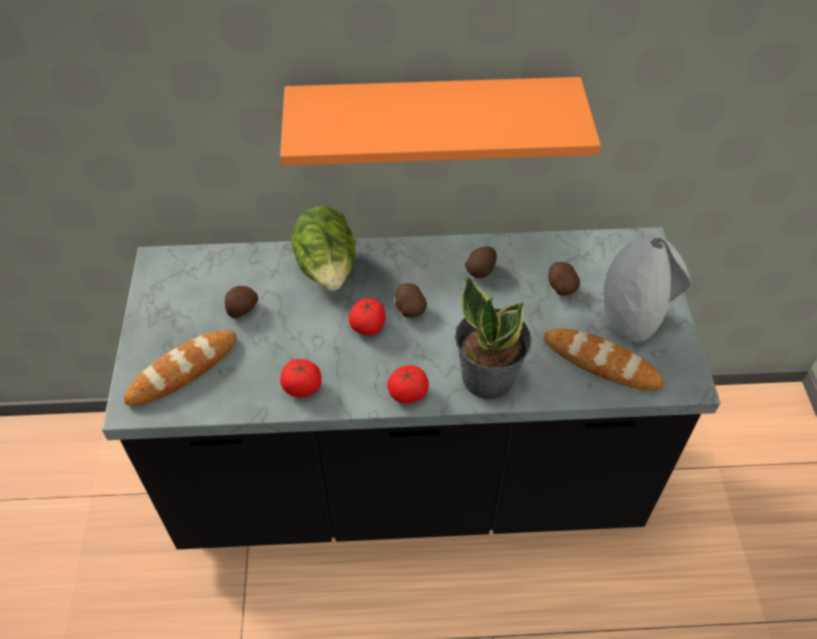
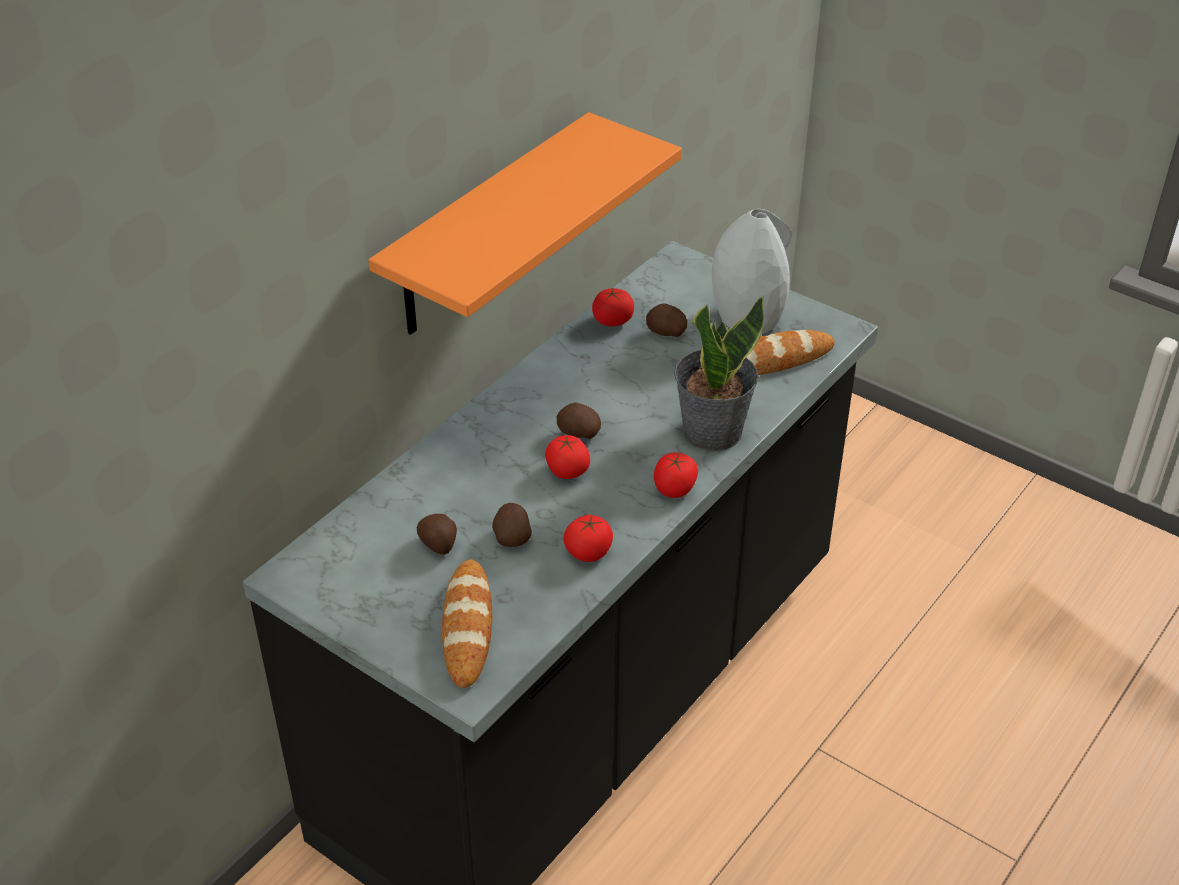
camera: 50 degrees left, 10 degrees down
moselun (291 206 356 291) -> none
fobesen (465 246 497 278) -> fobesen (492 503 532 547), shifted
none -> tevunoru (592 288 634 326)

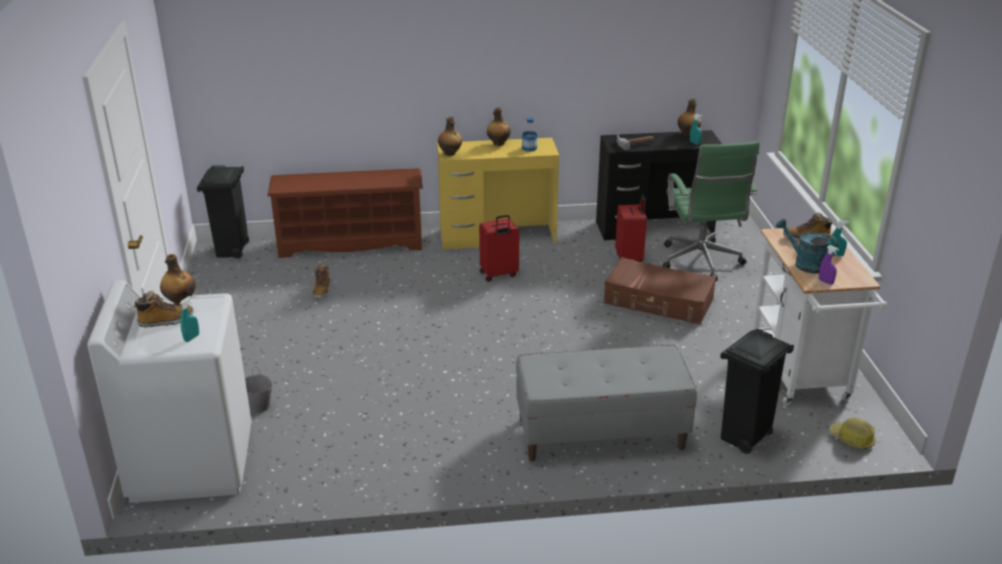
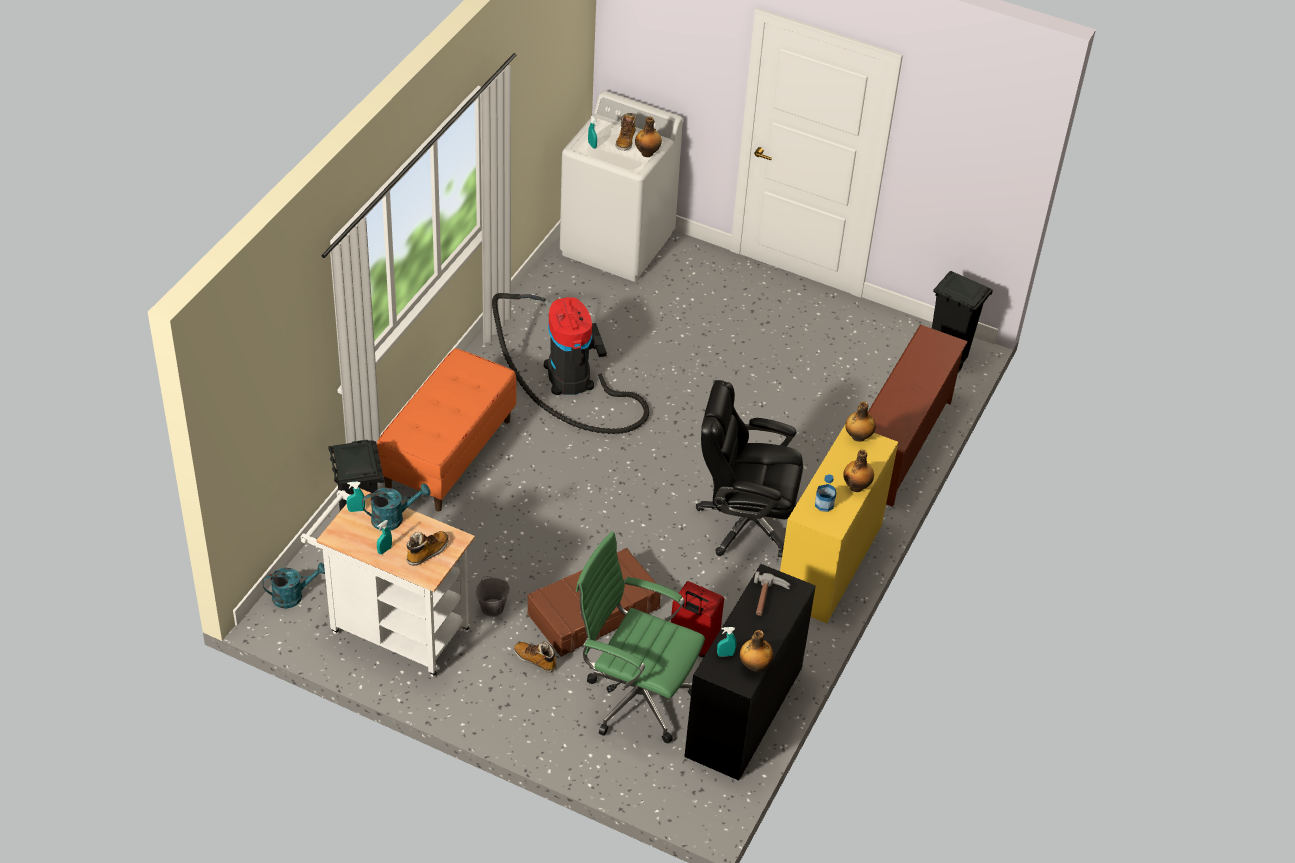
camera: 120 degrees right, 15 degrees up
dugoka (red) (479 215 519 282) -> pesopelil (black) (696 380 803 557)
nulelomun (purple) (819 245 839 285) -> nulelomun (turquoise) (346 482 365 512)
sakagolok (313 265 330 298) -> sakagolok (514 641 557 673), shifted
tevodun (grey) (516 345 697 461) -> tevodun (orange) (377 348 517 512)
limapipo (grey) (245 367 273 413) -> limapipo (grey) (475 576 510 617), shifted
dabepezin (829 418 876 449) -> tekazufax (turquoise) (262 563 325 609)
none -> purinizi (492 293 649 434)

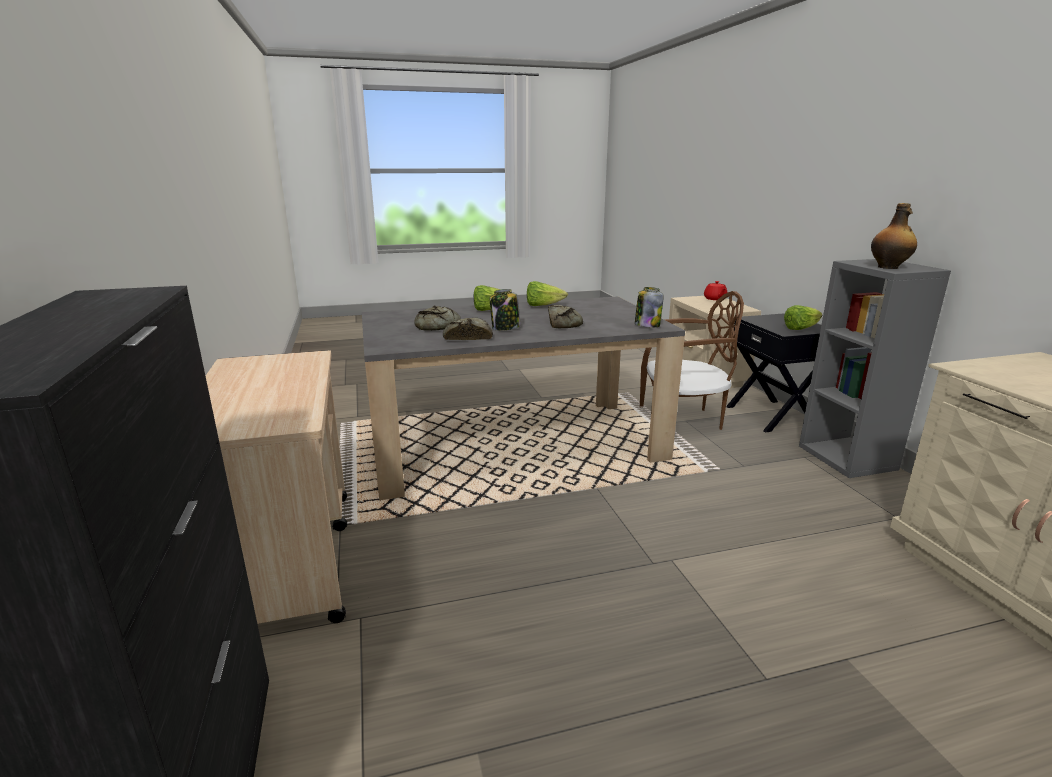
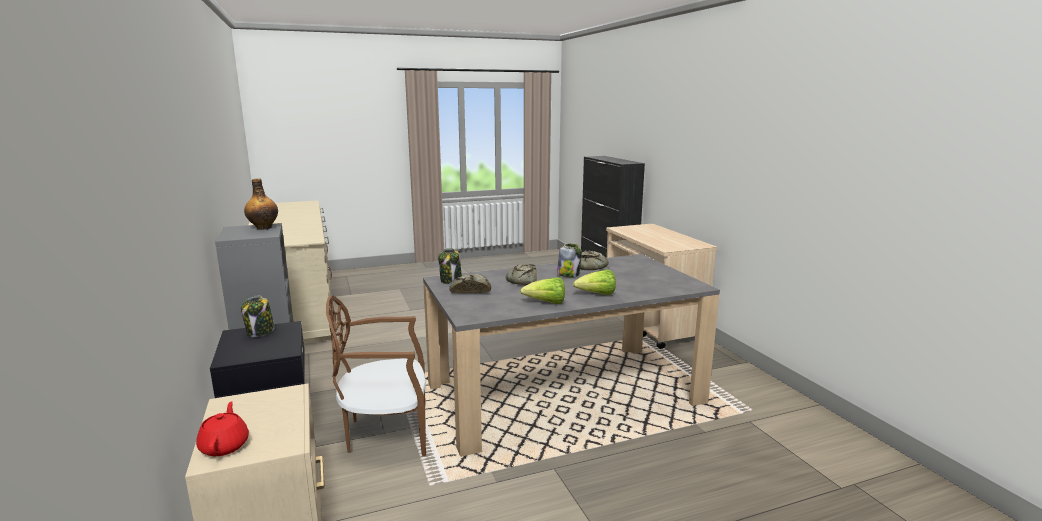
camera: 175 degrees right, 5 degrees down
moselun (784 305 822 330) -> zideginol (241 296 275 337)
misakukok (414 306 461 331) -> misakukok (449 274 491 293), shifted

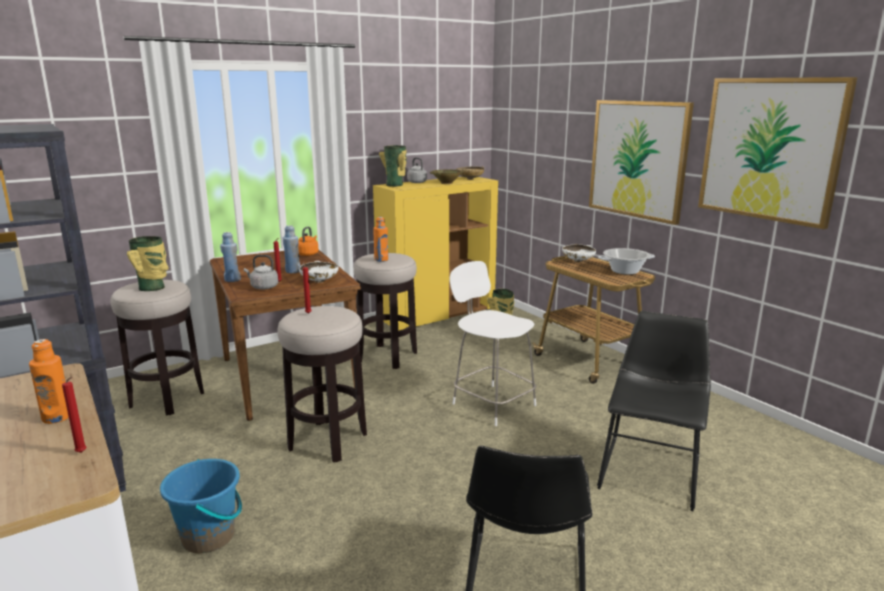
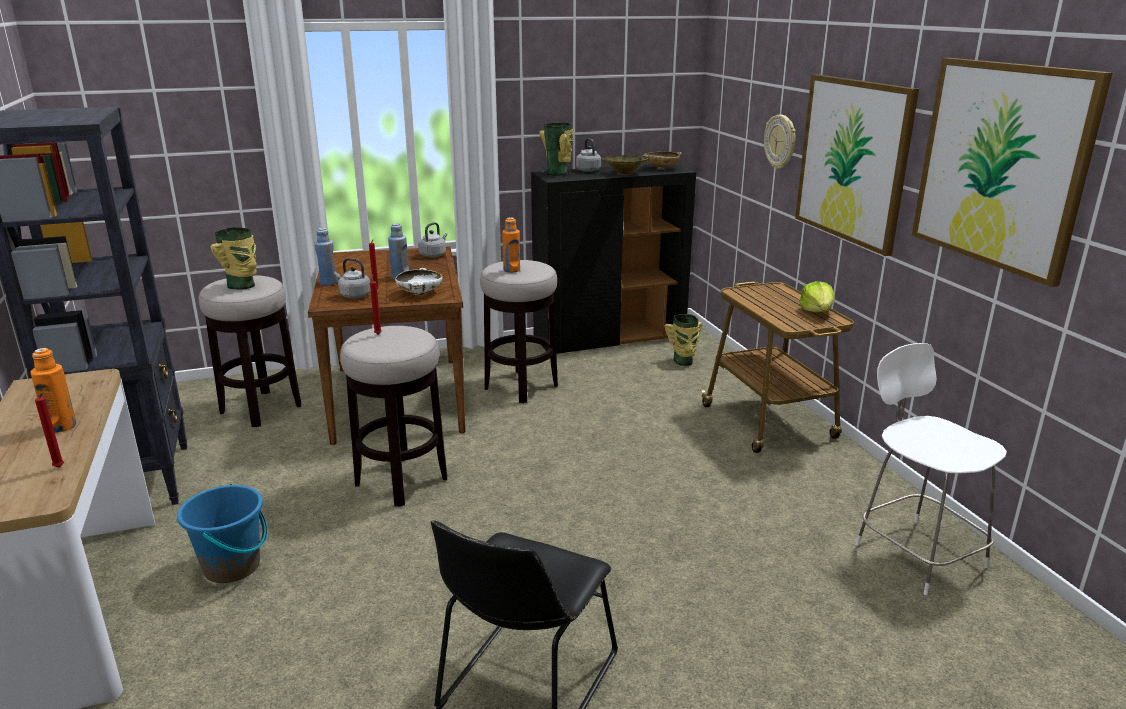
camera: 15 degrees right, 5 degrees up
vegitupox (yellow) (373 177 498 331) -> vegitupox (black) (531 164 696 354)
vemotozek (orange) (298 226 319 256) -> vemotozek (grey) (418 222 447 258)
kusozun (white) (562 244 596 262) -> none
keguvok (598 248 655 275) -> moselun (799 281 835 312)
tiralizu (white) (449 261 536 426) -> tiralizu (white) (855 343 1007 595), shifted
tiralizu (black) (597 311 711 511) -> none
none -> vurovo (764 115 796 169)

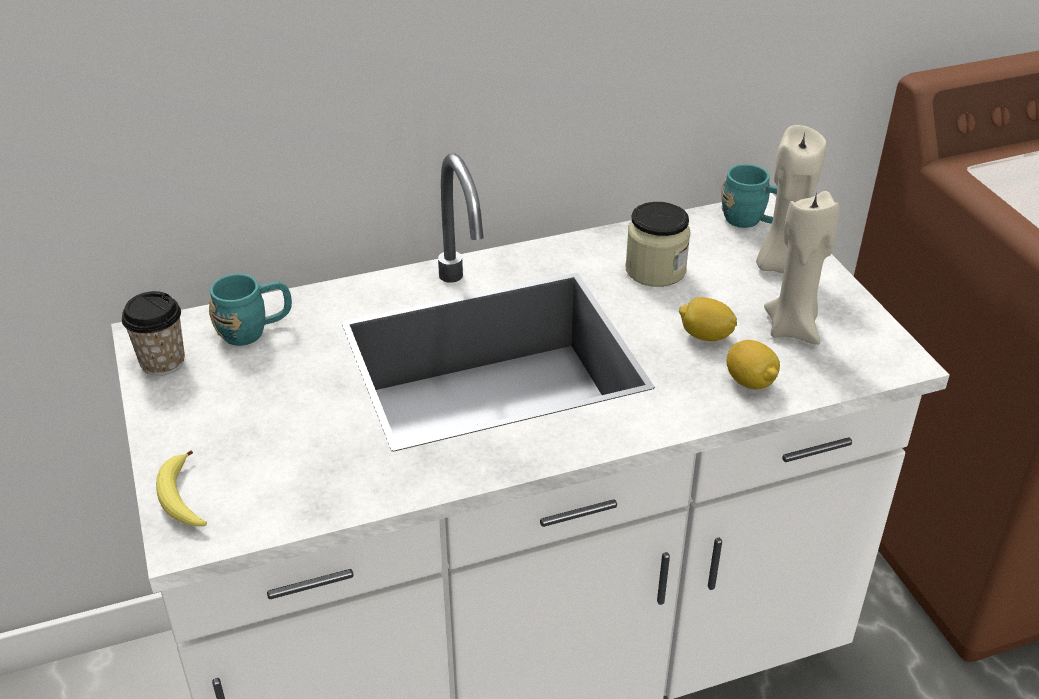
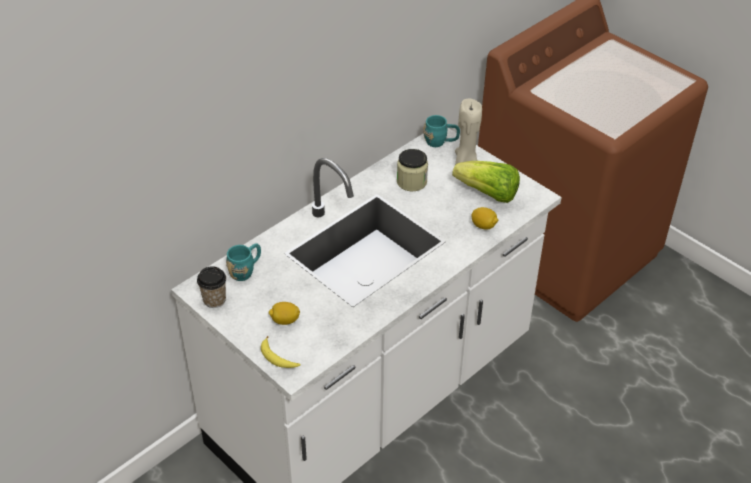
camera: 25 degrees left, 5 degrees up
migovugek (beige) (764 191 840 345) -> moselun (452 161 520 203)
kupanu (679 297 737 341) -> kupanu (269 302 300 325), shifted

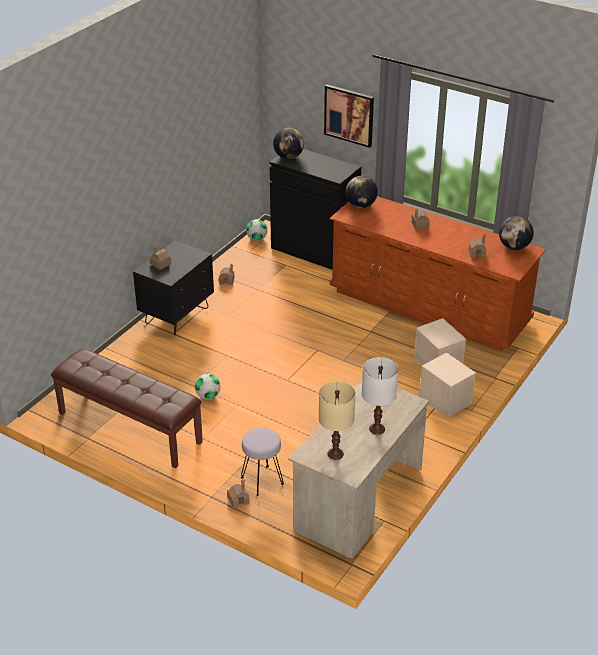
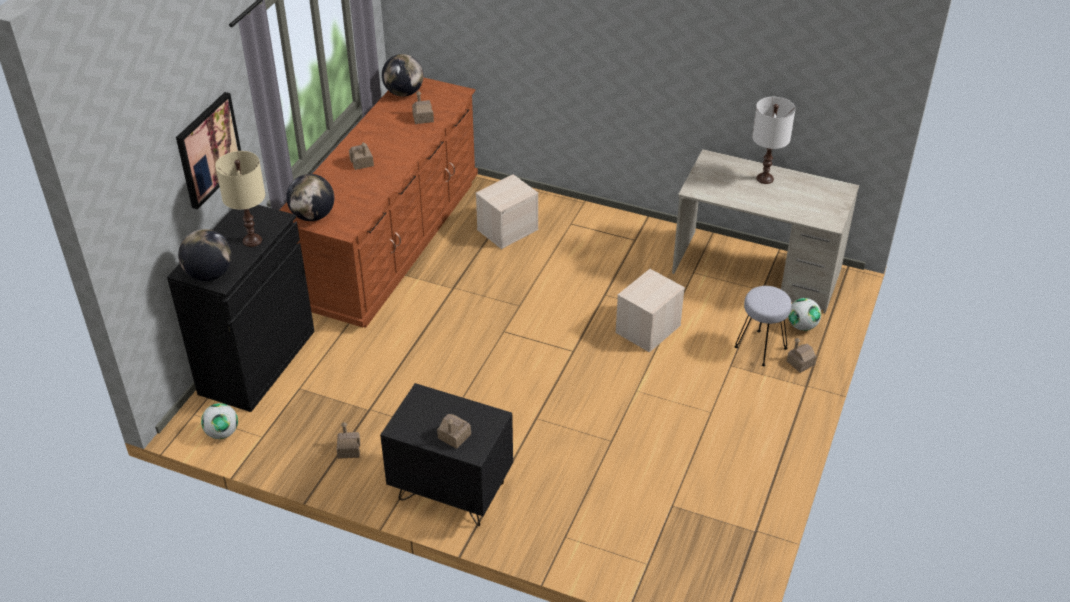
camera: 100 degrees left, 5 degrees up
tevodun (brown) (51 349 203 468) -> none
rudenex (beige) (419 352 476 418) -> rudenex (beige) (615 269 685 353), shifted
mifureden (195 374 221 399) -> mifureden (788 298 821 331), shifted
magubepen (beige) (319 381 356 460) -> magubepen (beige) (215 151 265 247), shifted

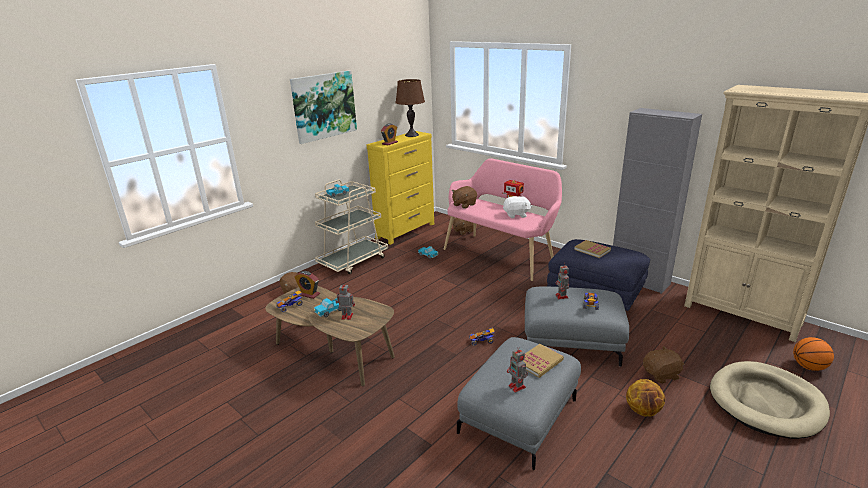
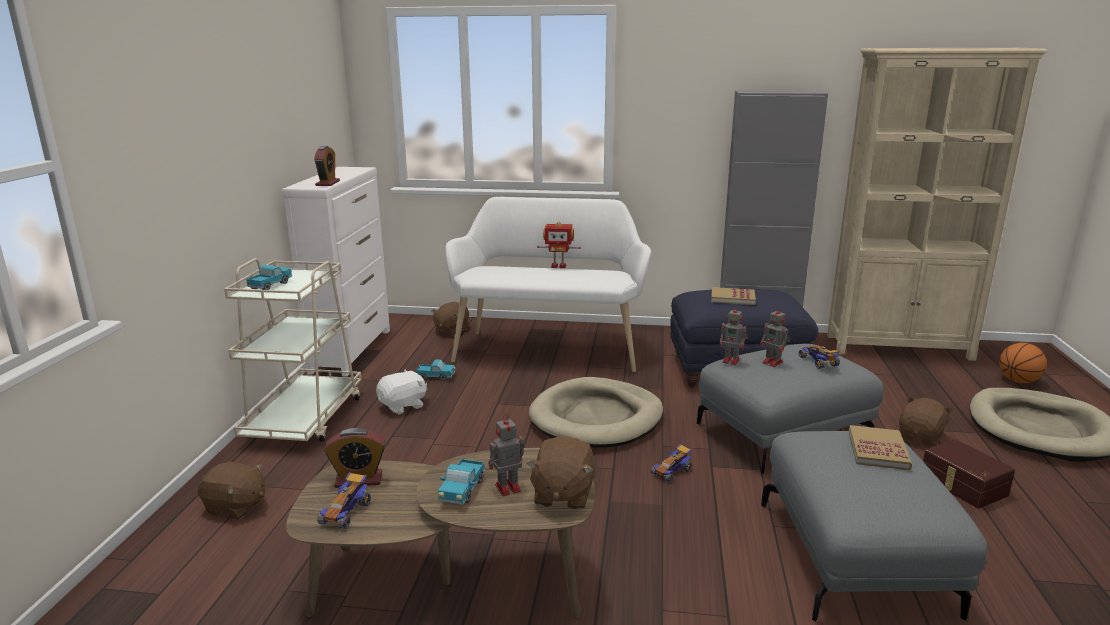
camera: 35 degrees left, 5 degrees down
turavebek (290 70 357 144) -> none
magubepen (brown) (395 79 425 137) -> none
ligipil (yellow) (367 131 434 245) -> ligipil (white) (282 167 390 377)
tevodun (pink) (444 159 562 281) -> tevodun (white) (445 197 651 372)
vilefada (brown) (452 186 477 209) -> vilefada (brown) (527 436 595 510), shifted
vilefada (white) (503 196 532 218) -> vilefada (white) (376 369 427 414), shifted
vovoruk (507 346 528 393) -> vovoruk (719 305 748 365), shifted
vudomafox (626 379 665 417) -> rudenex (brown) (923 439 1015 509)
none -> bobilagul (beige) (529 377 663 447)

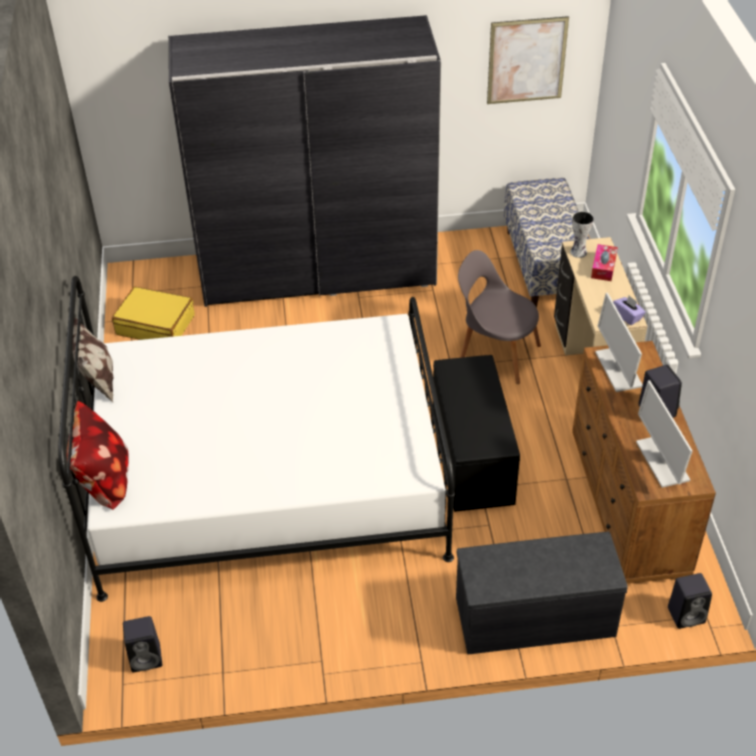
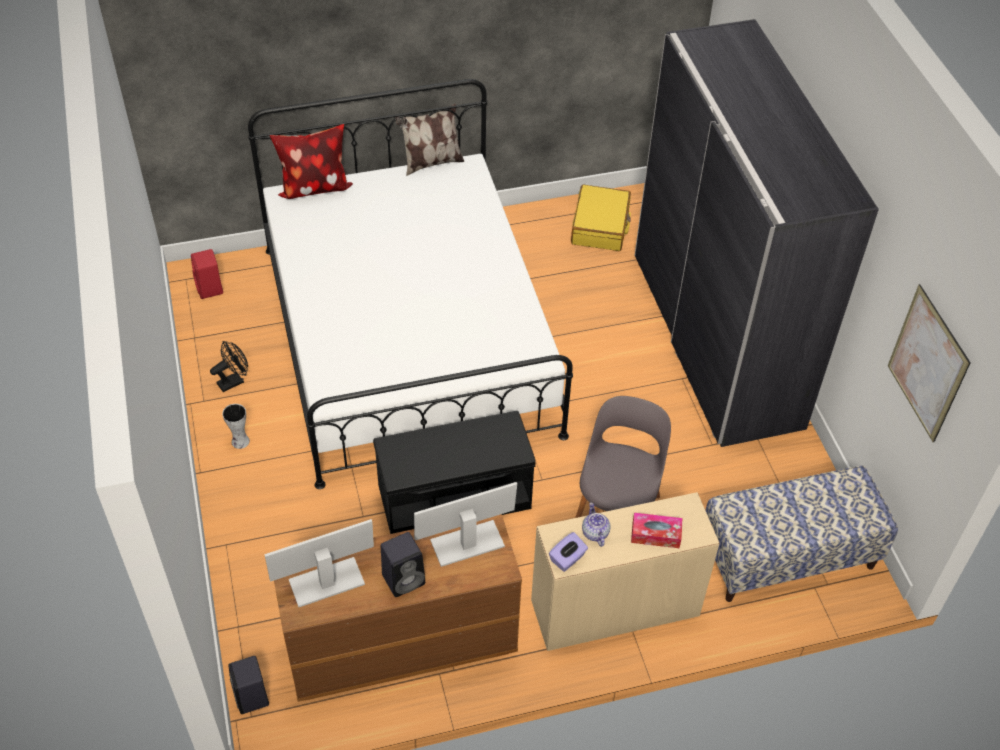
camera: 80 degrees right, 5 degrees up
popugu (570 211 594 258) -> popugu (222 404 250 449), shifted
tevodun (grey) (456 532 628 655) -> none
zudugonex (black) (123 616 162 672) -> zudugonex (red) (191 249 223 299)
none -> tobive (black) (210 341 248 392)
none -> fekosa (582 503 611 547)

